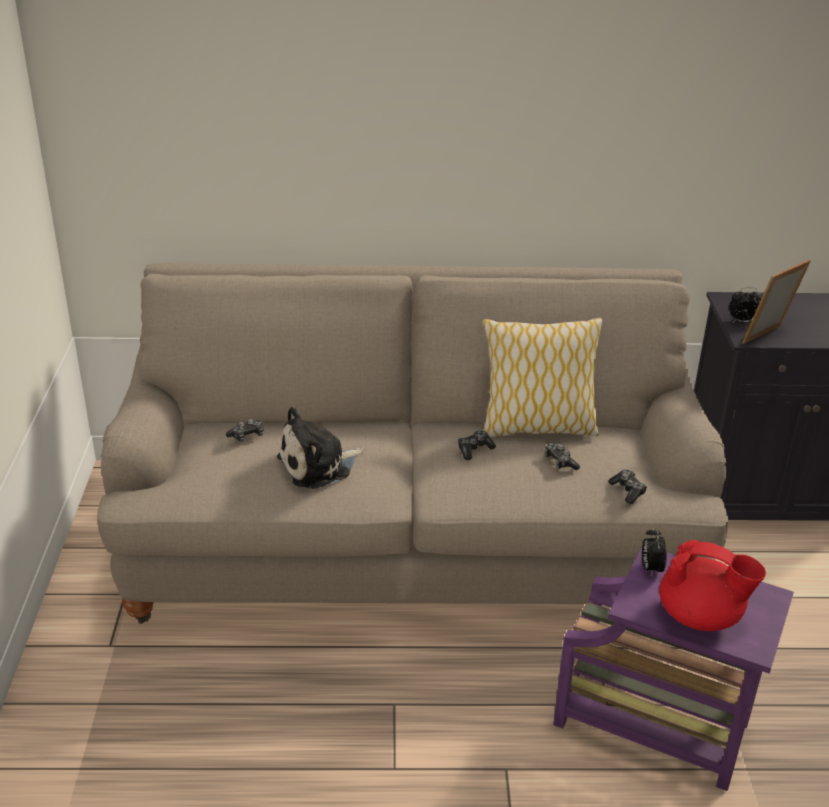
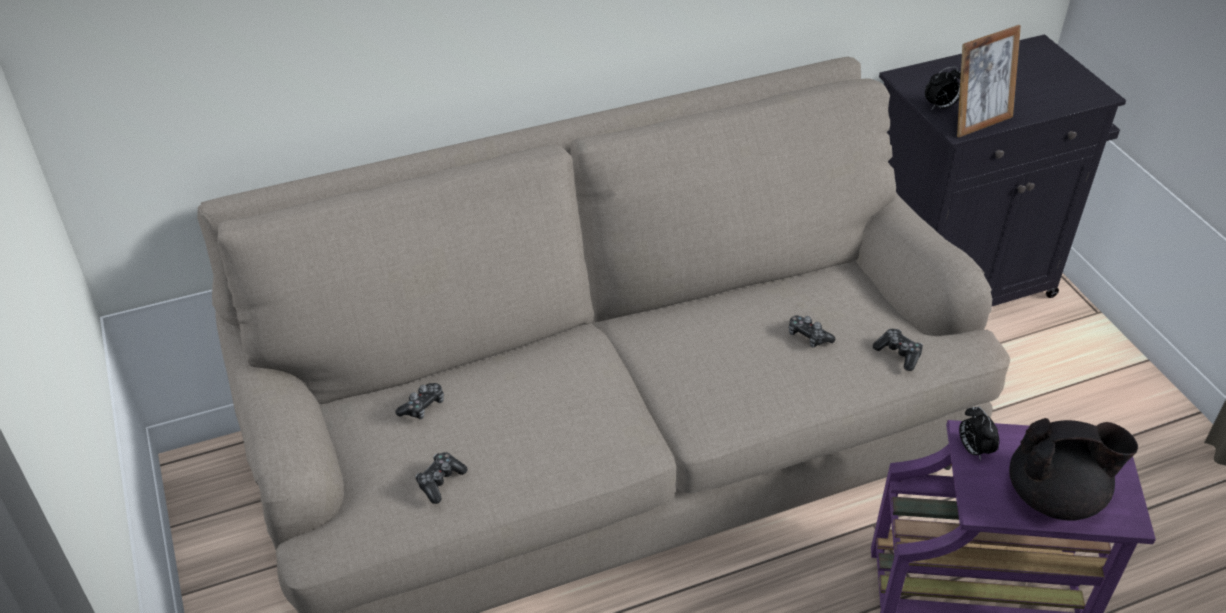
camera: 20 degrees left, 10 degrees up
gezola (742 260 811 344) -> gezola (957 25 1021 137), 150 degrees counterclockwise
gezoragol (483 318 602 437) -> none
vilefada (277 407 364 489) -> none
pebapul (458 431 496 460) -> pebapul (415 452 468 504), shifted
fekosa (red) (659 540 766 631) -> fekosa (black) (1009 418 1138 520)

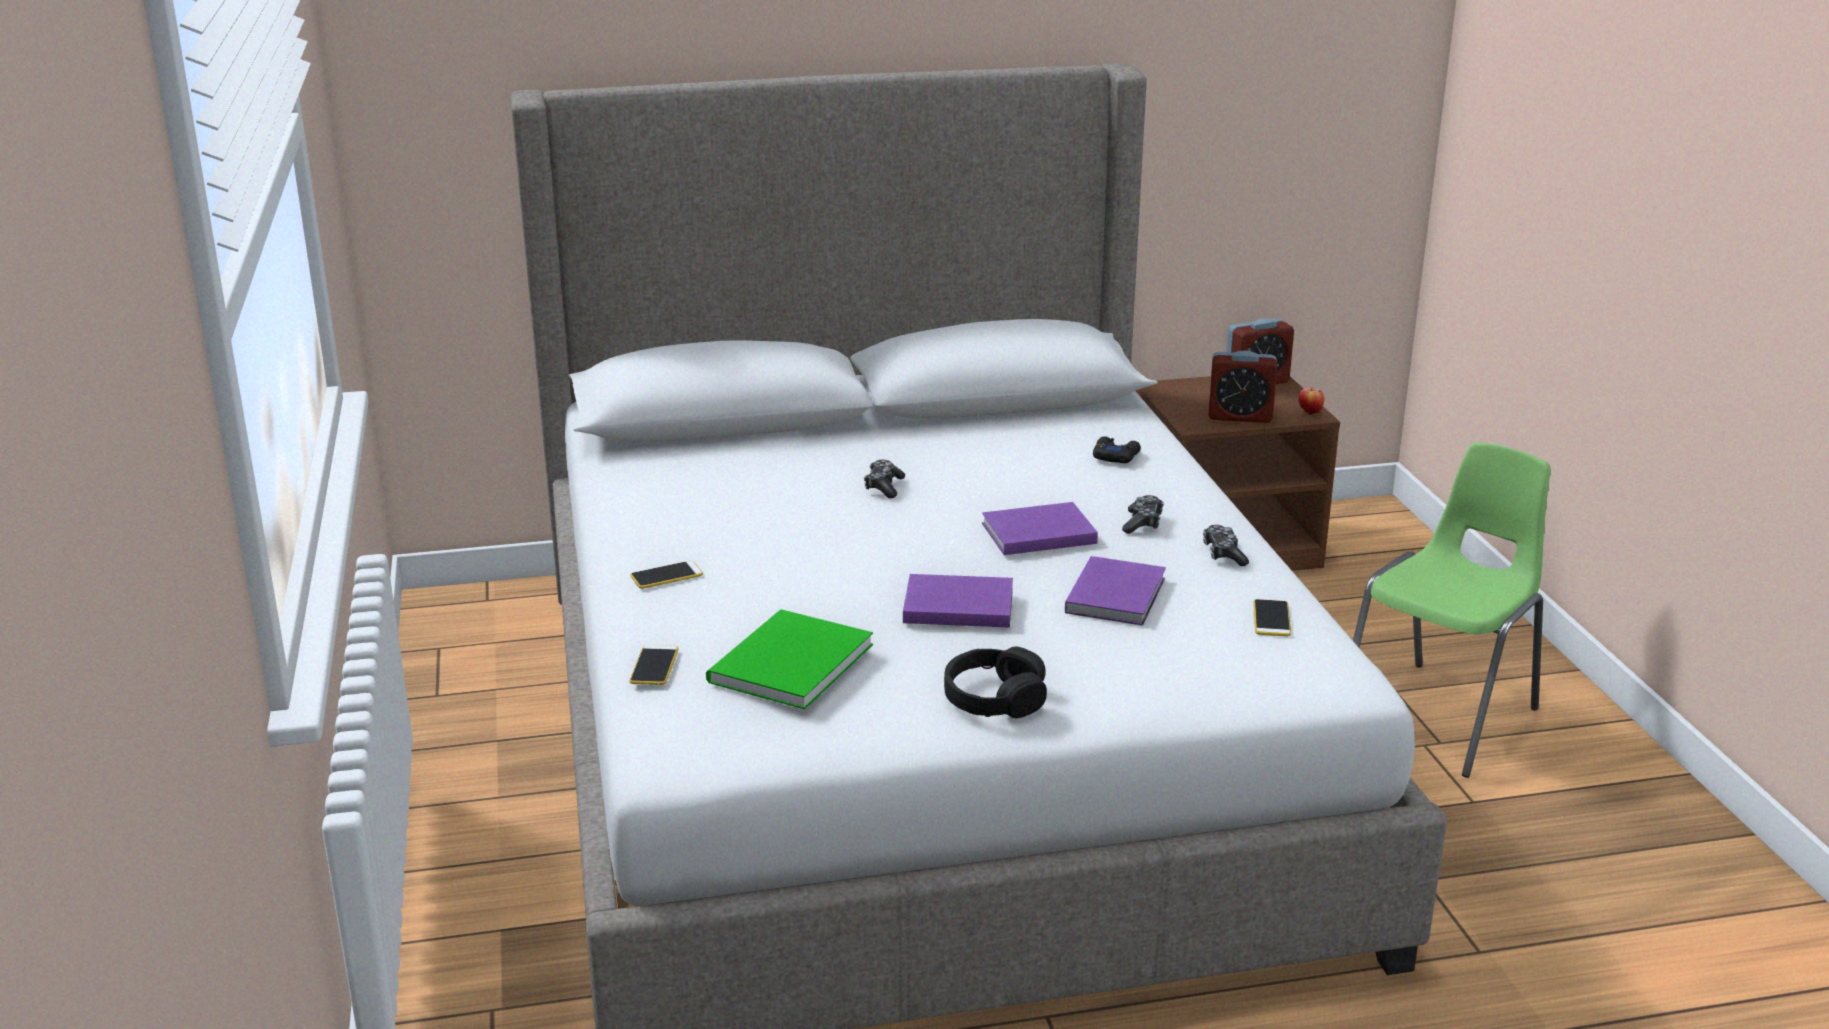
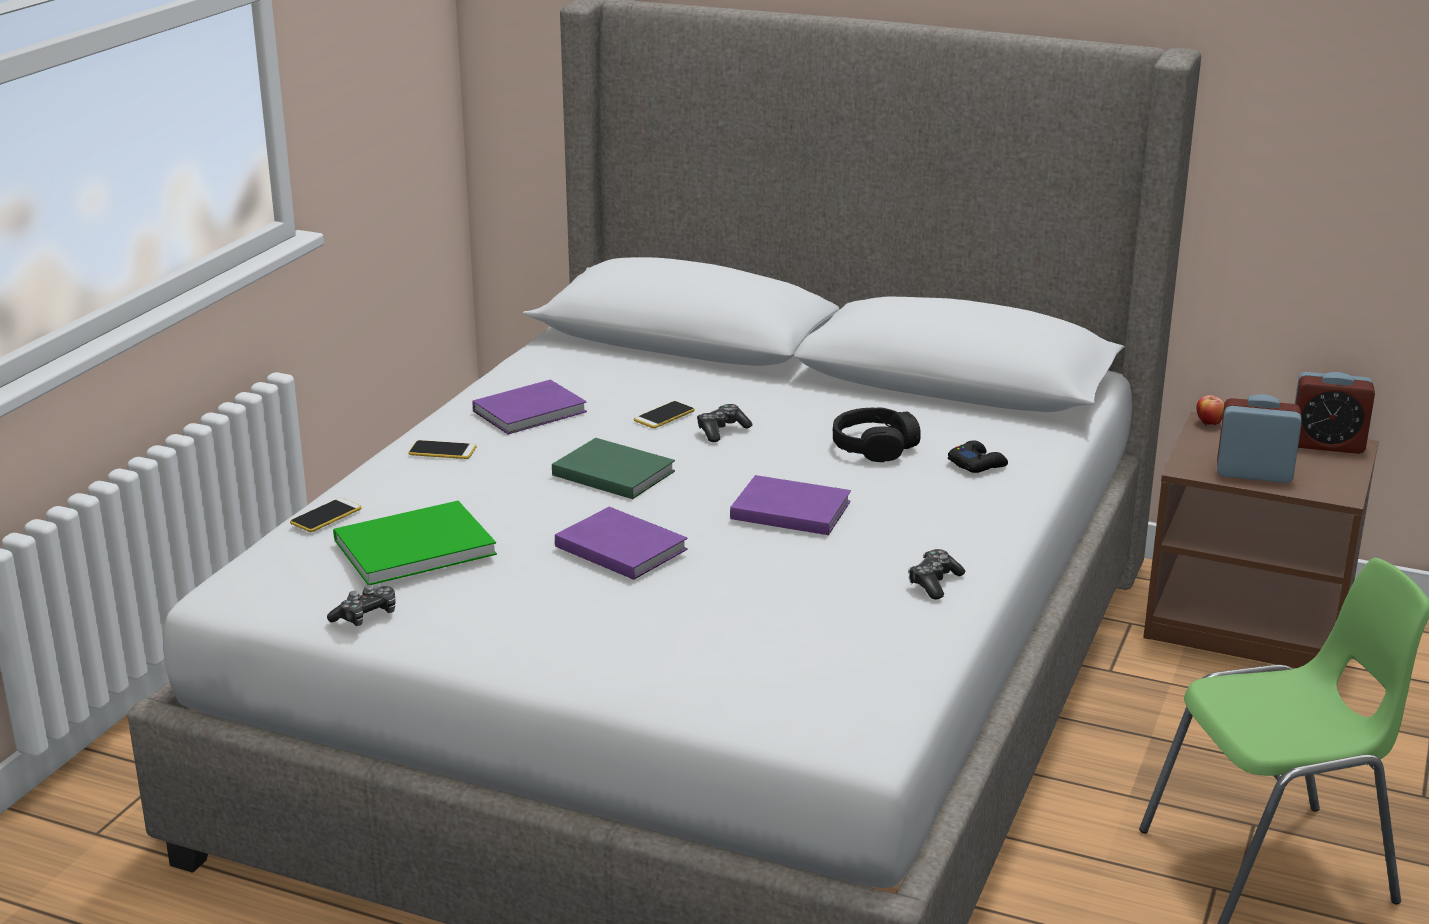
camera: 35 degrees right, 0 degrees up
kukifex (1209 350 1277 423) -> kukifex (1217 394 1302 483), 150 degrees clockwise
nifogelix (1298 387 1324 416) -> nifogelix (1196 395 1224 426), shifted
pebapul (1122 495 1164 534) -> pebapul (327 585 396 626), shifted
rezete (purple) (1065 556 1166 626) -> rezete (purple) (472 380 587 435), shifted
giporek (1253 599 1291 636) -> giporek (634 401 695 428), shifted
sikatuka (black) (944 646 1047 718) -> sikatuka (black) (833 407 921 462), shifted
none -> rezete (green) (552 438 675 499)

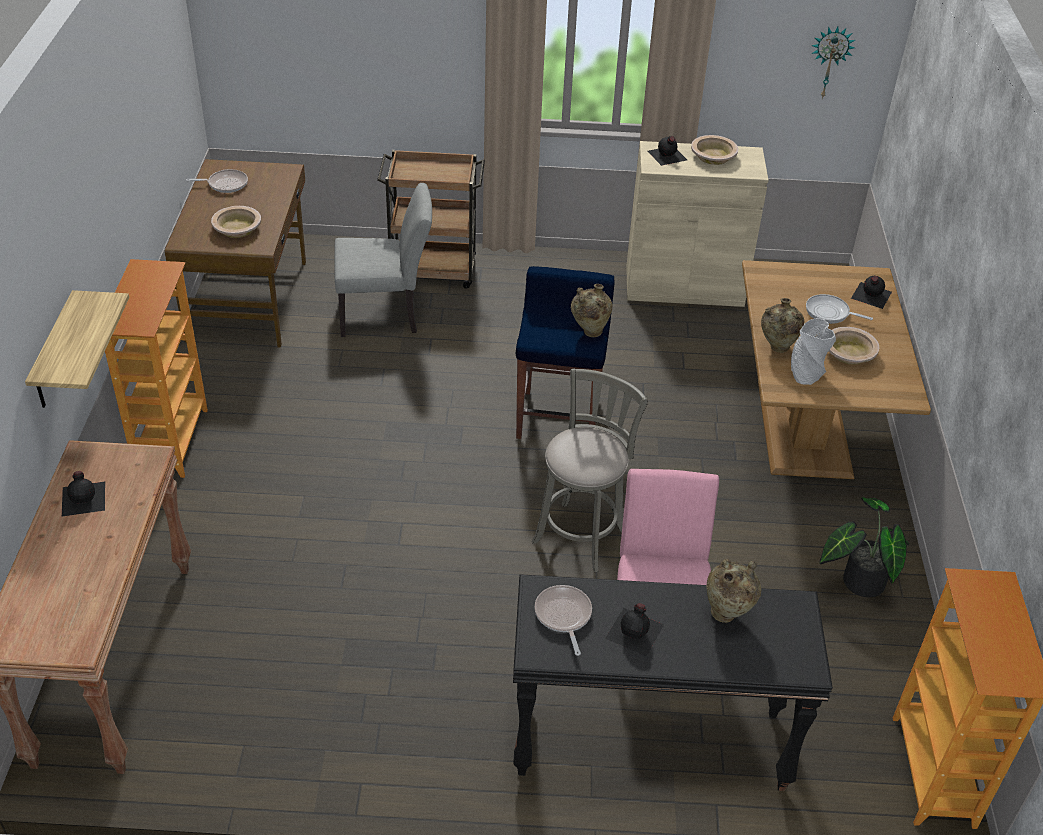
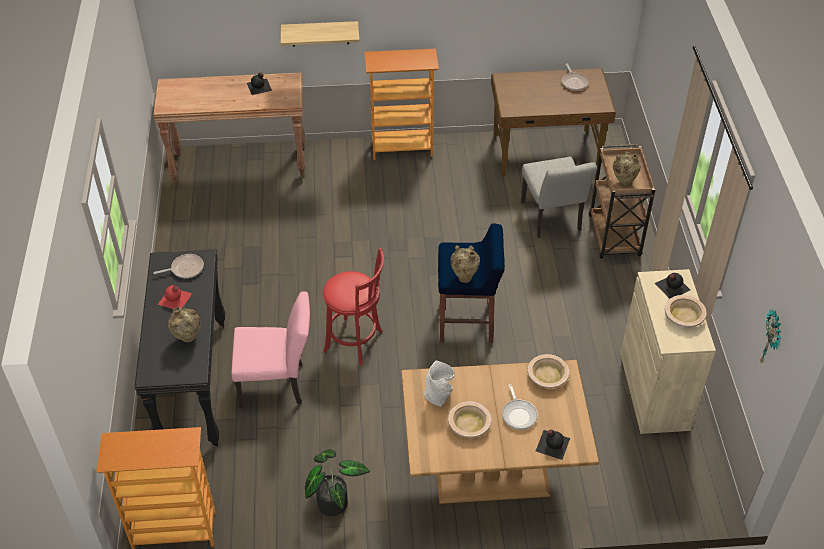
camera: 85 degrees right, 5 degrees up
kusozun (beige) (211 206 261 238) -> kusozun (beige) (528 354 569 388), shifted
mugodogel (806 294 873 324) -> mugodogel (502 384 538 430), 150 degrees clockwise
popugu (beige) (761 298 804 353) -> popugu (beige) (613 151 641 187), shifted
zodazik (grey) (532 368 648 573) -> zodazik (red) (323 248 384 366)
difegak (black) (605 603 664 656) -> difegak (red) (158 285 192 309)

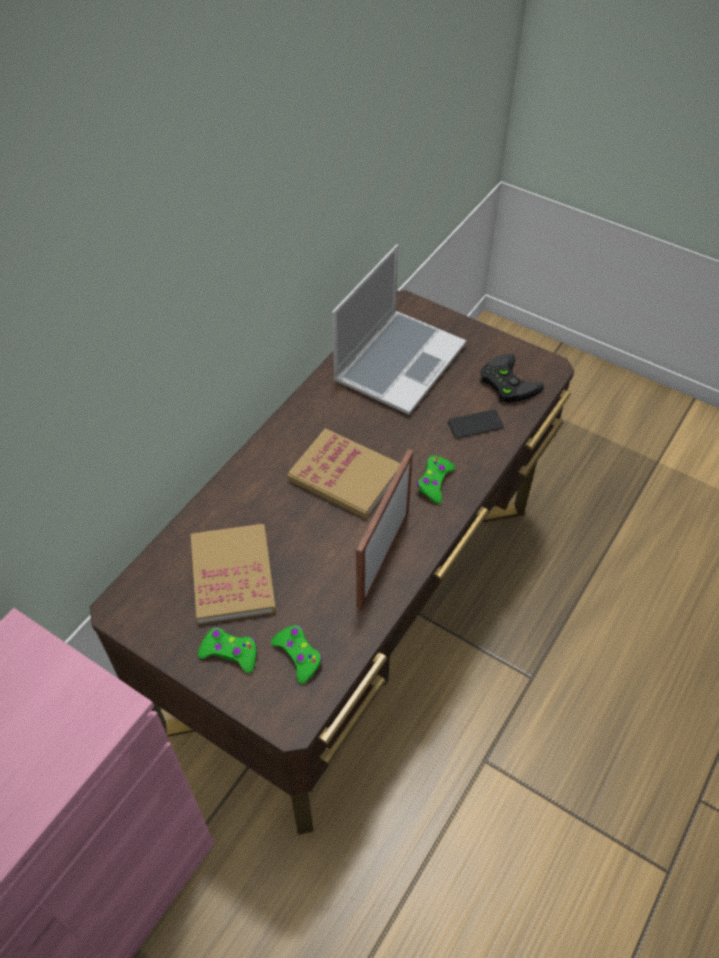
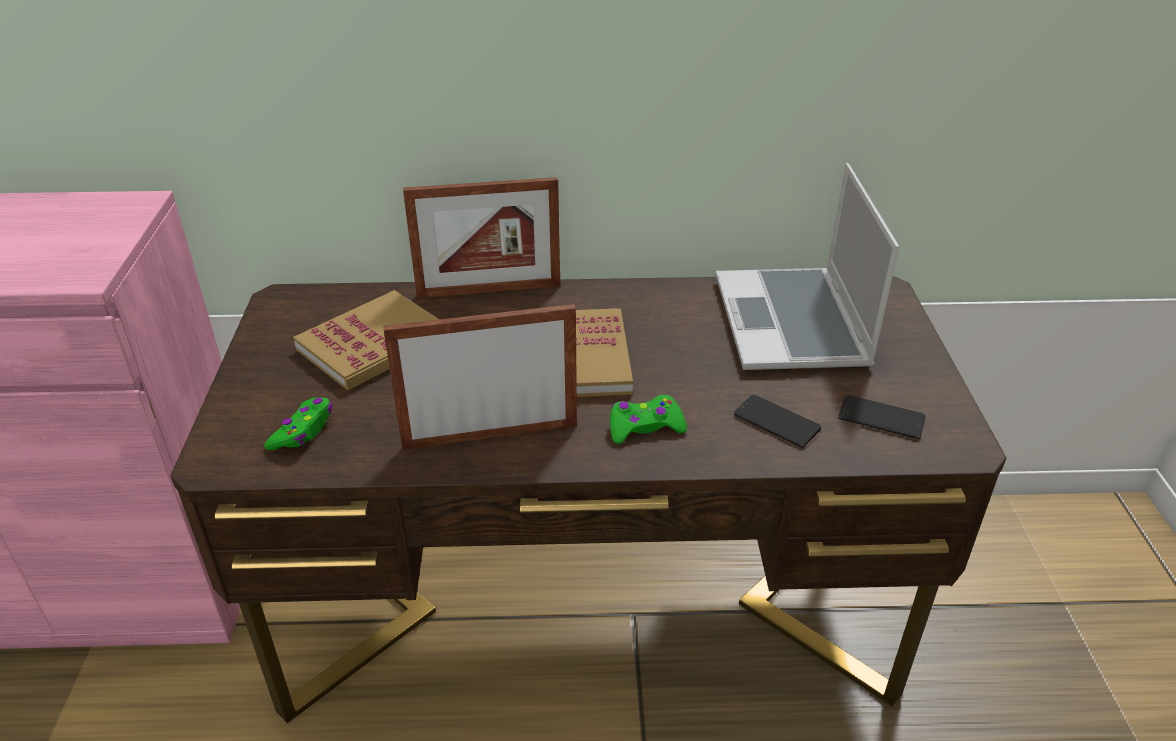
camera: 55 degrees right, 15 degrees down
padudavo (332 244 466 415) -> padudavo (716 163 899 370), 90 degrees clockwise
pebapul (black) (480 354 544 403) -> giporek (838 395 925 439)
pebapul (green) (198 627 257 673) -> none
none -> gezola (403 177 560 298)

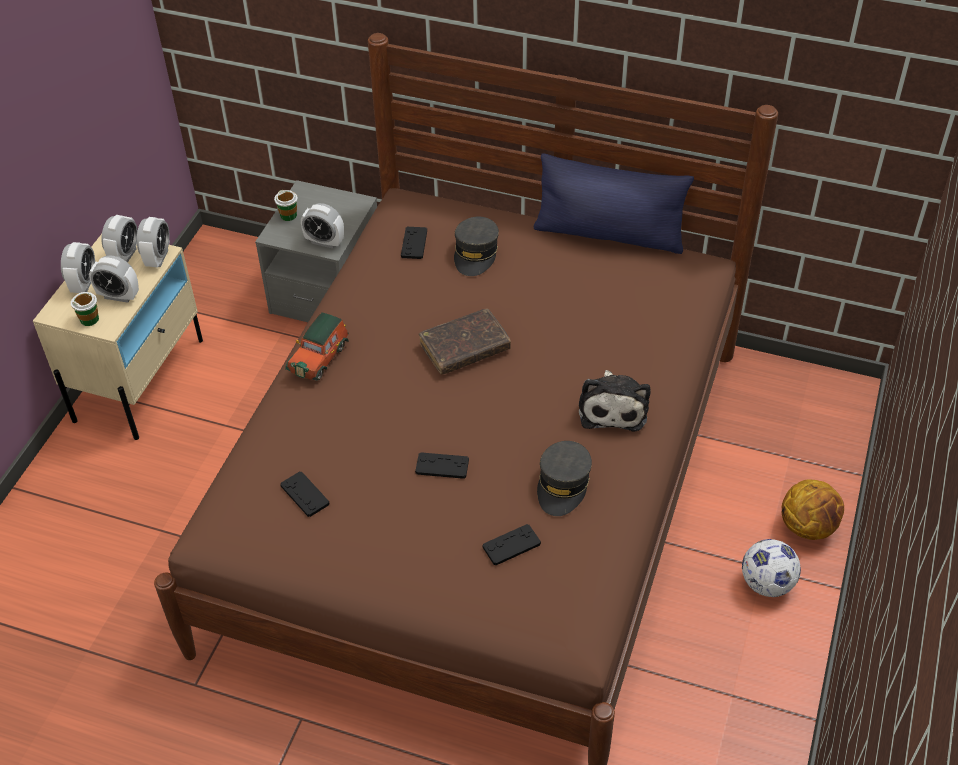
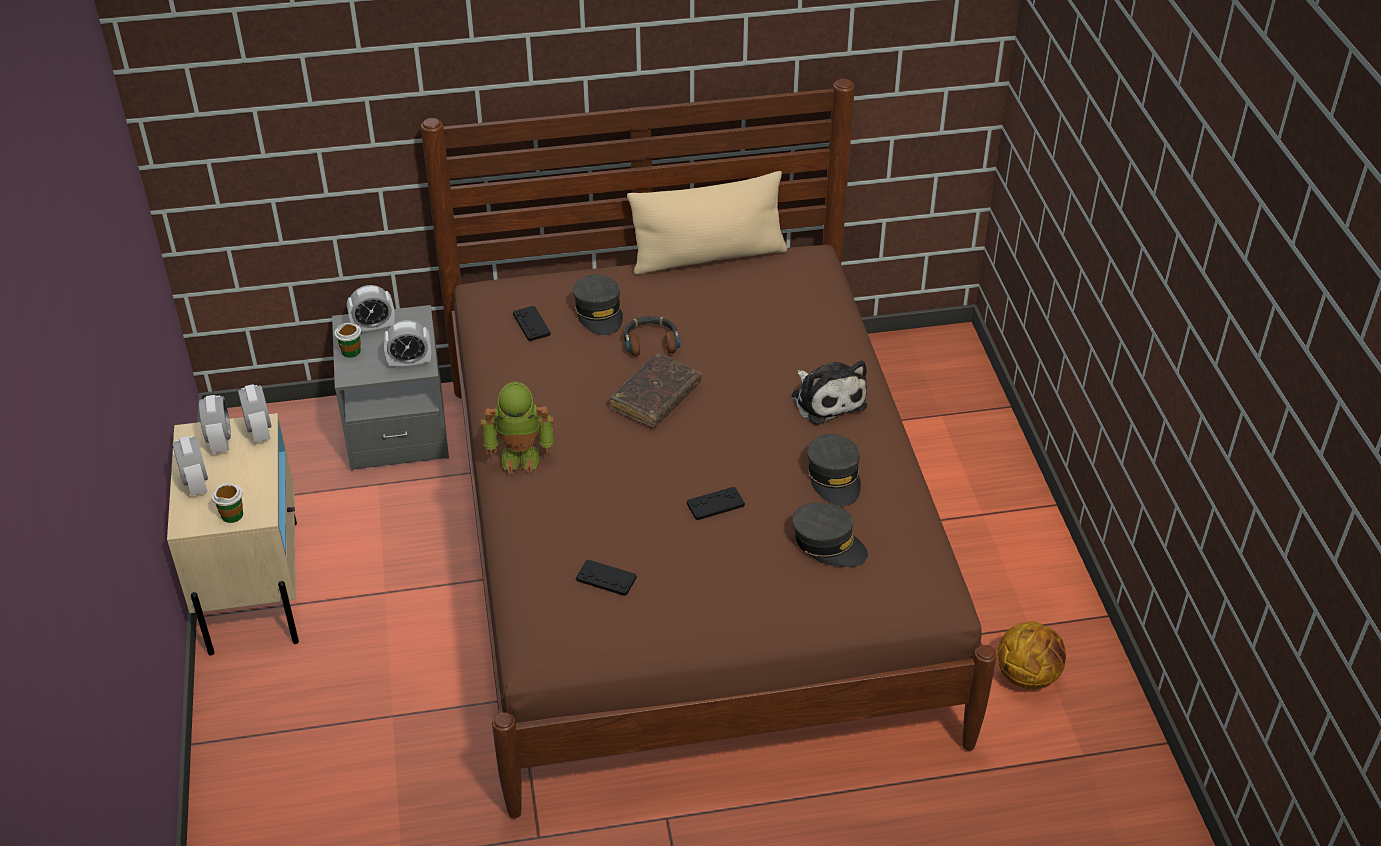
camera: 30 degrees left, 5 degrees down
gezoragol (blue) (534 153 694 254) -> gezoragol (beige) (627 171 787 275)
kukifex (89 255 139 302) -> kukifex (347 285 395 335), shifted
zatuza (285 312 349 381) -> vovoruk (481 382 554 473)
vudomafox (782 480 844 540) -> vudomafox (997 622 1066 689), shifted
pebapul (black) (482 524 541 565) -> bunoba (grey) (792 503 868 567)
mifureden (742 539 801 597) -> none
none -> sikatuka (623 316 680 356)

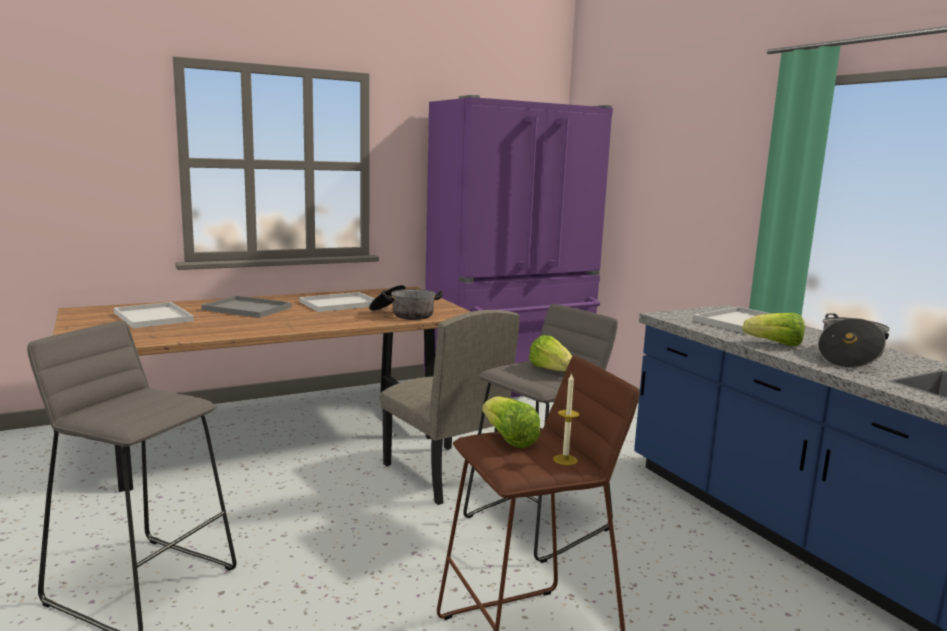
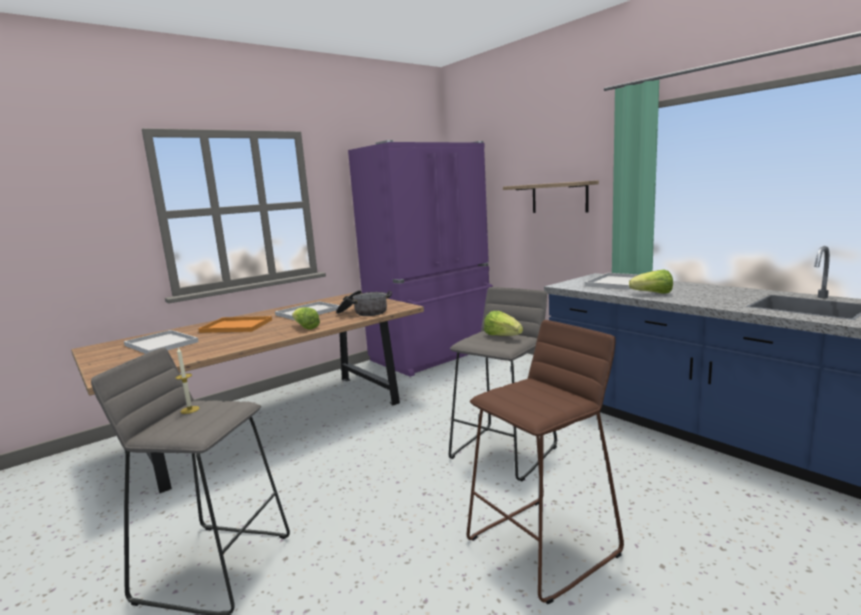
camera: 10 degrees left, 0 degrees up
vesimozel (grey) (201 296 292 318) -> vesimozel (orange) (198 316 272 333)
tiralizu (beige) (380 310 520 505) -> none
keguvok (818 313 890 368) -> none
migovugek (553 373 579 465) -> migovugek (175 347 200 414), shifted
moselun (482 396 540 448) -> moselun (292 307 320 330), shifted
none -> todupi (503 180 599 213)

